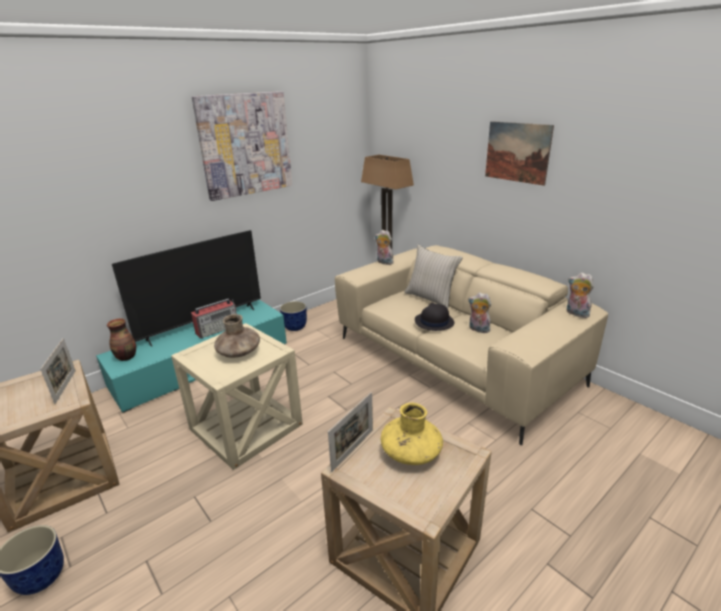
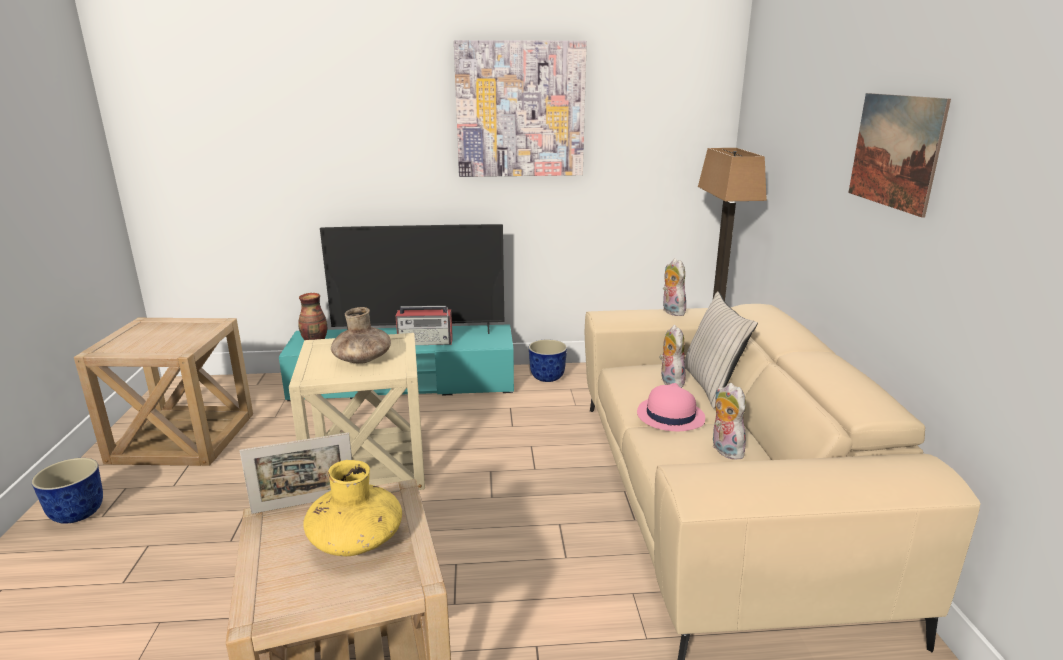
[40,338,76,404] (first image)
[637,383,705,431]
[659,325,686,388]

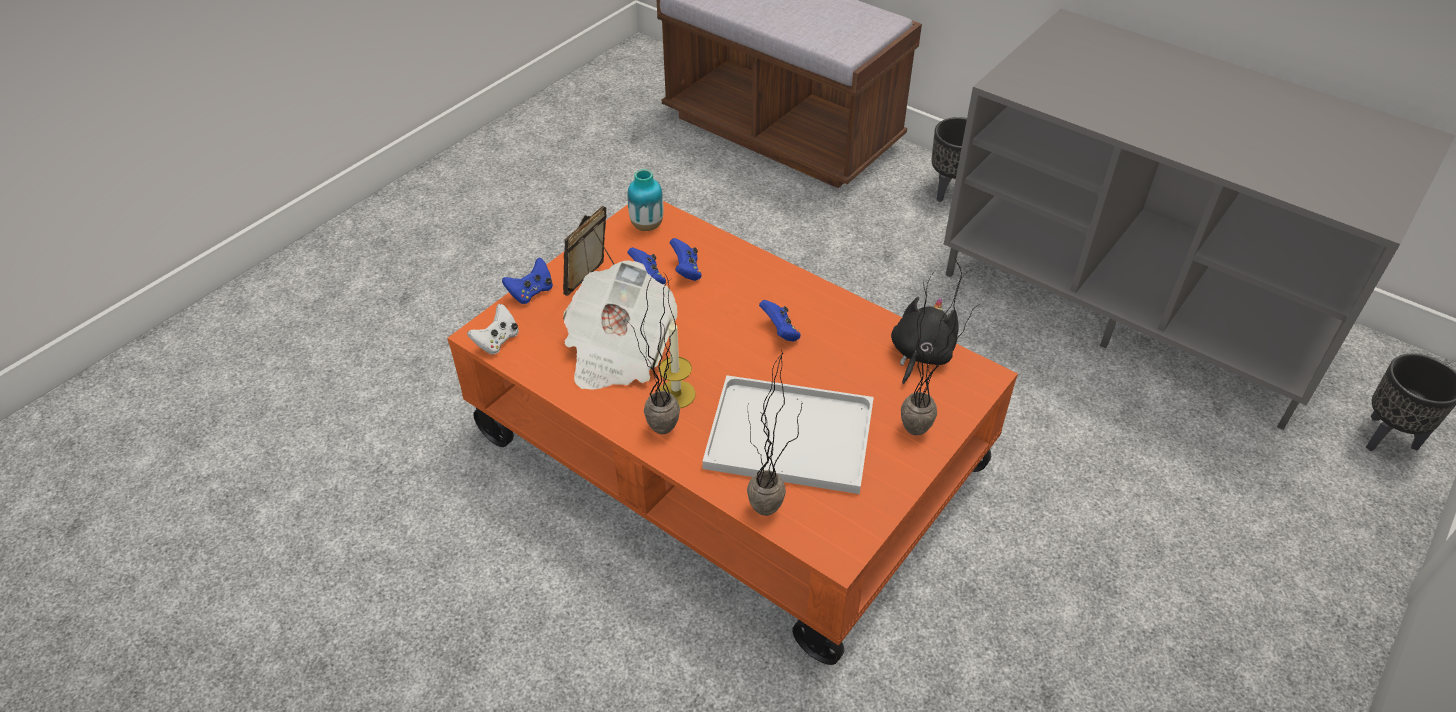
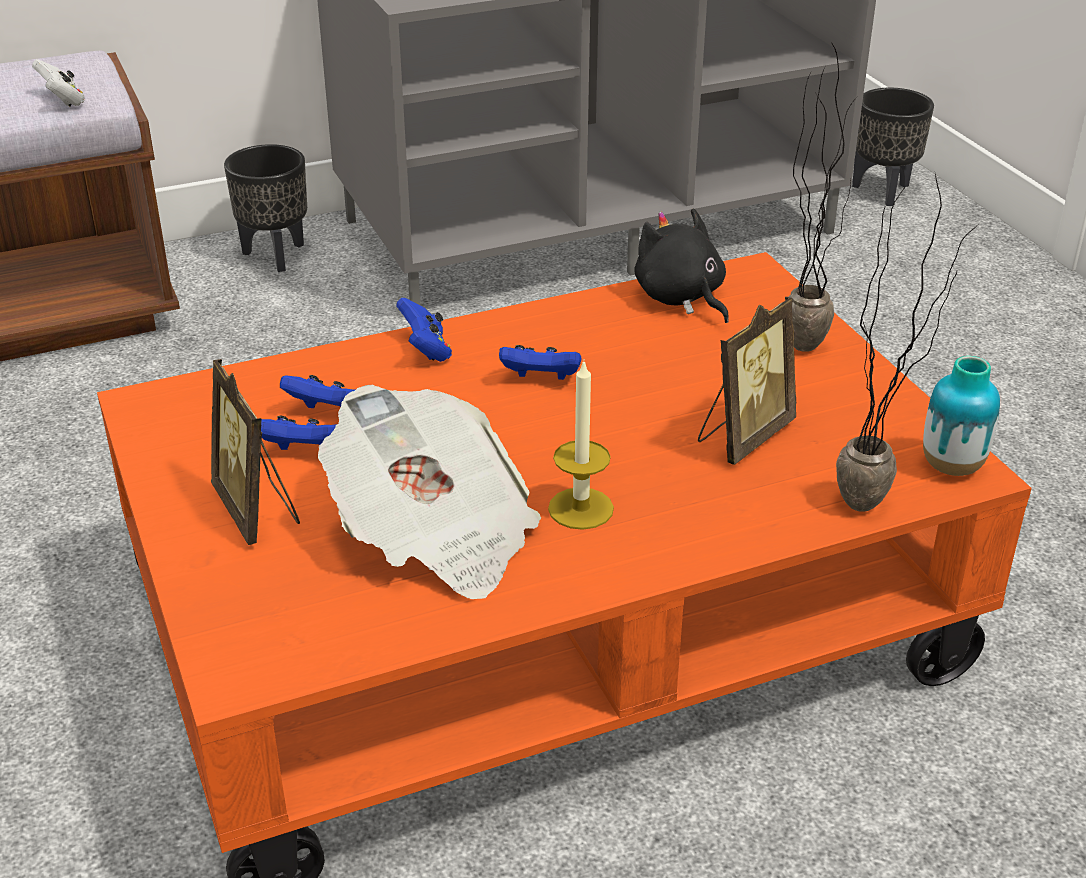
[32,59,85,106]
[396,298,452,362]
[626,273,680,434] (first image)
[923,356,1000,476]
[698,297,796,465]

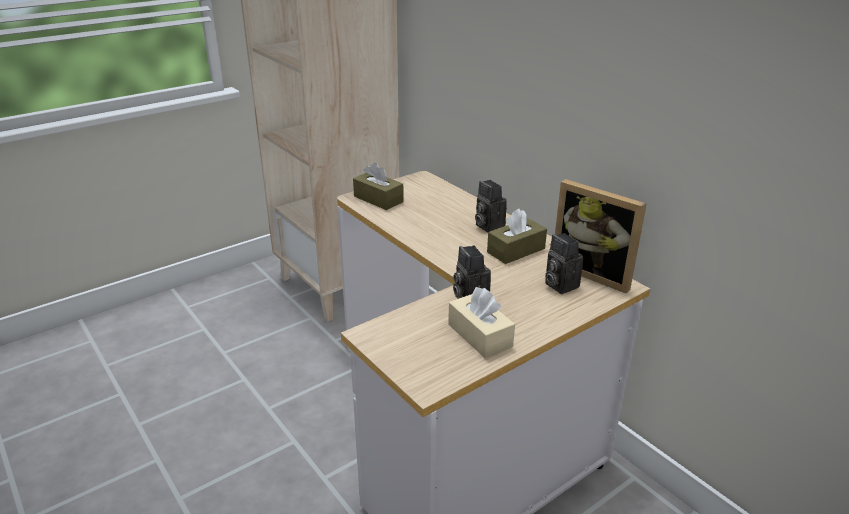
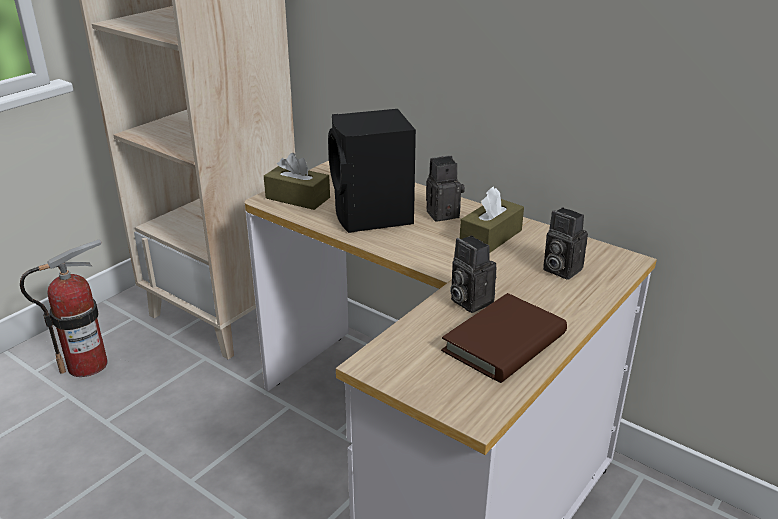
[441,293,567,383]
[426,155,465,221]
[555,179,647,293] (first image)
[20,239,108,377]
[328,109,416,233]

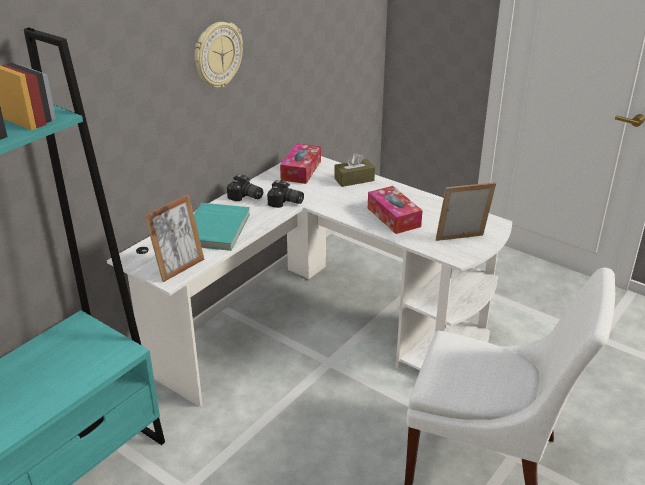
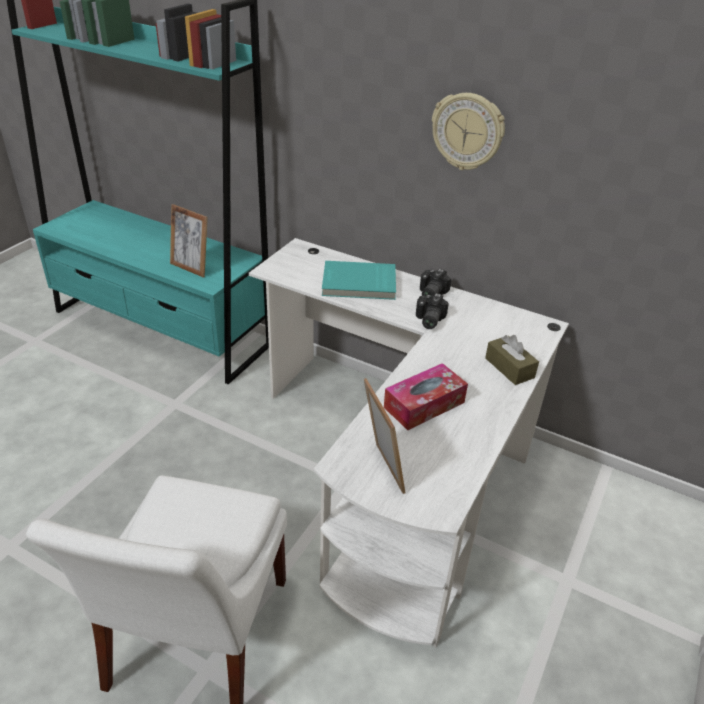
[170,204,208,278]
[280,143,321,184] (first image)

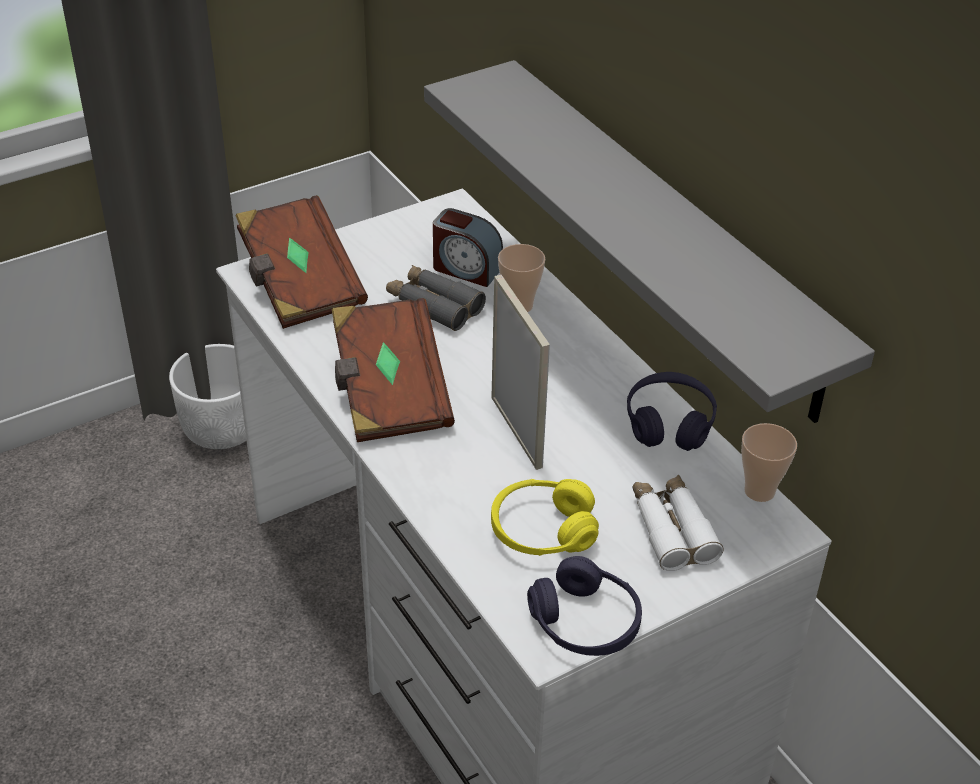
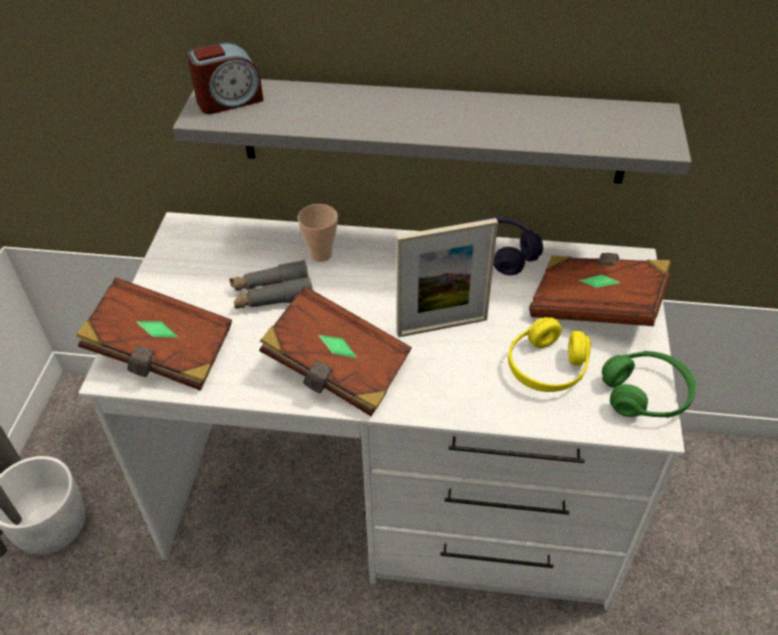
[187,42,264,114]
[397,218,498,337]
[602,351,696,418]
[529,253,671,326]
[741,423,797,502] (first image)

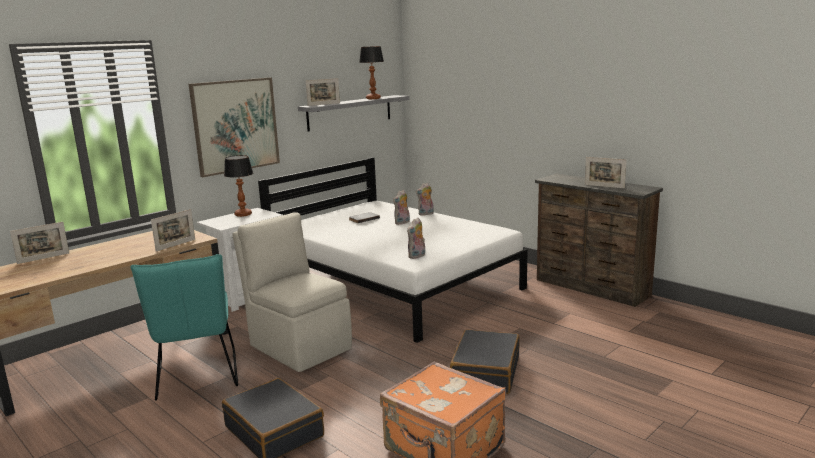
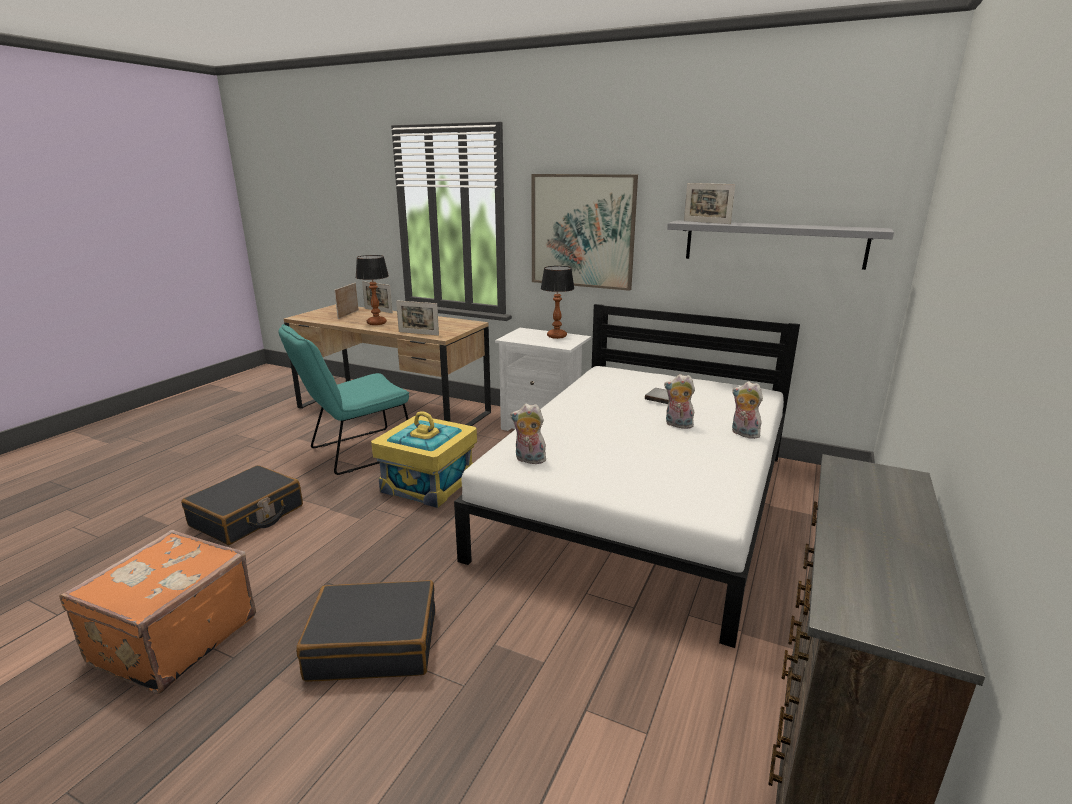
[371,411,477,508]
[355,255,389,325]
[334,283,359,319]

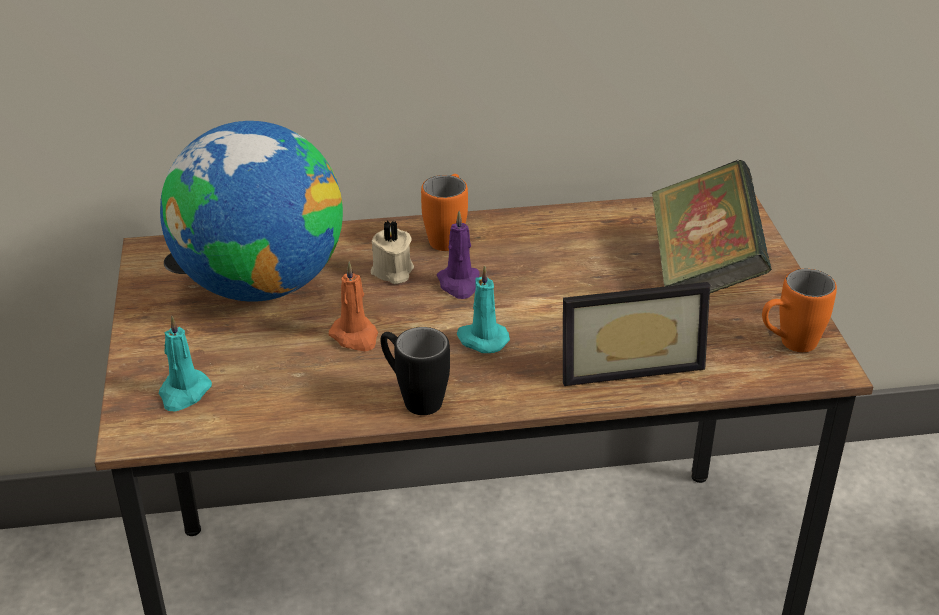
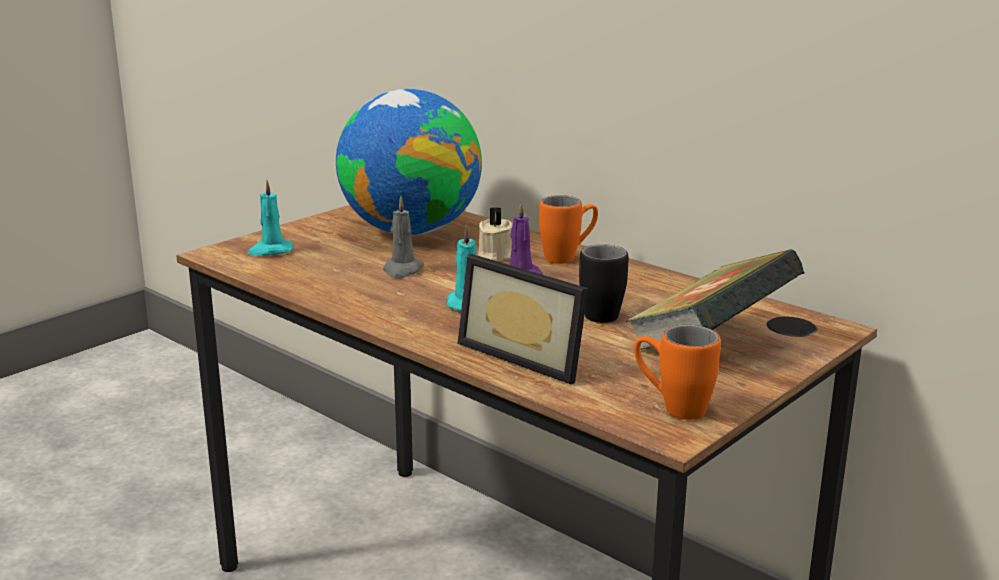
[383,196,424,278]
[579,244,628,323]

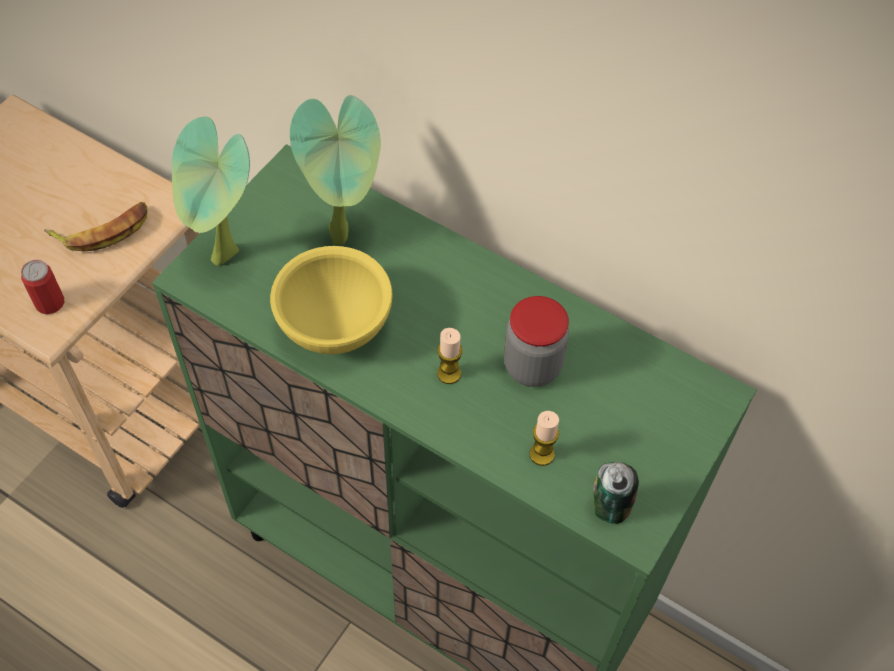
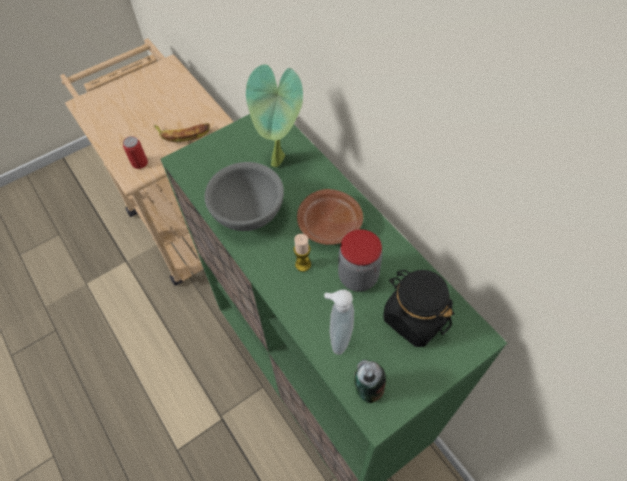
[172,117,250,266] (first image)
[204,162,284,231]
[324,289,354,355]
[297,189,363,245]
[384,270,454,347]

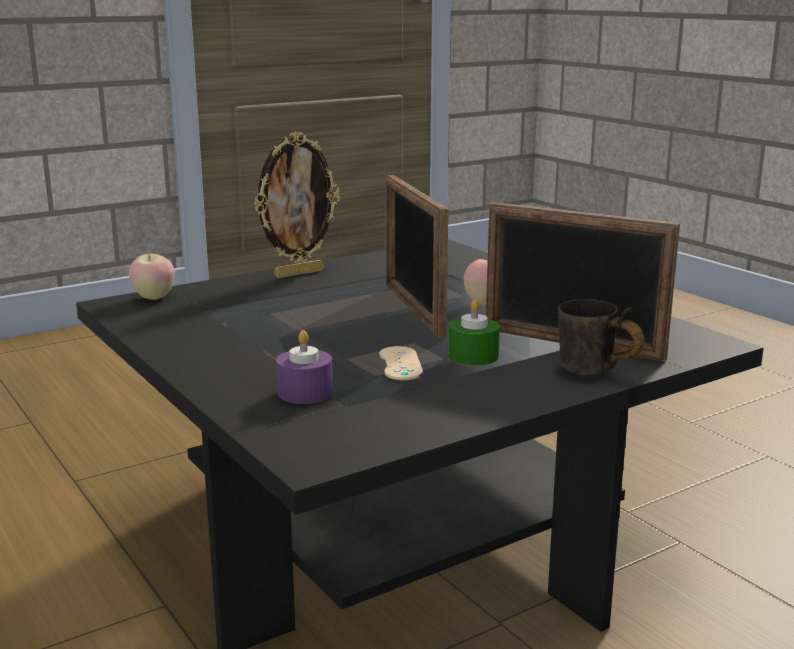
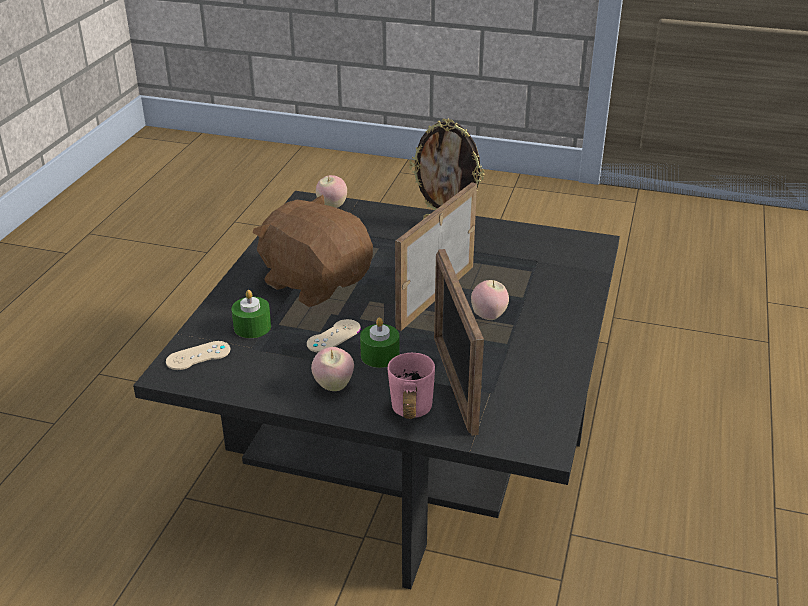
[231,290,271,338]
[388,353,435,419]
[166,341,230,370]
[252,195,373,307]
[311,347,354,391]

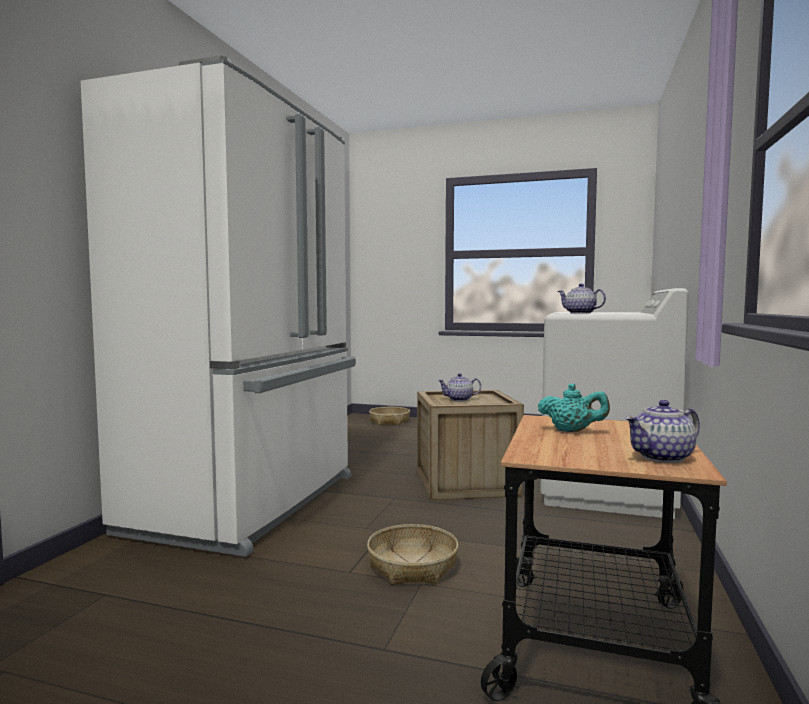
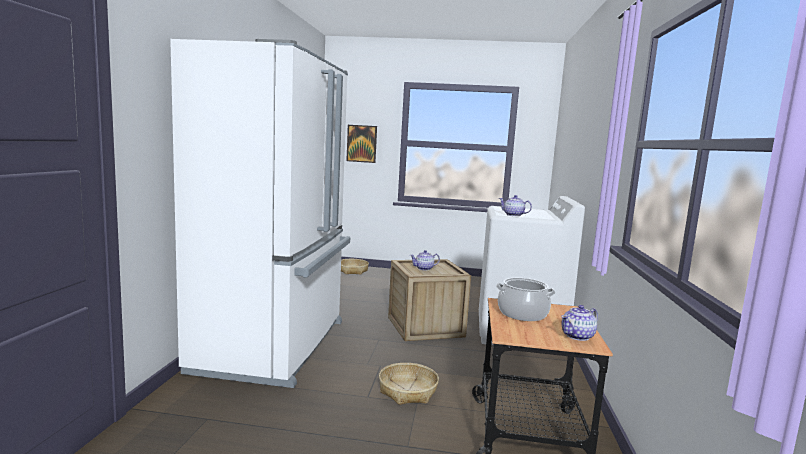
[496,278,555,321]
[346,125,377,163]

